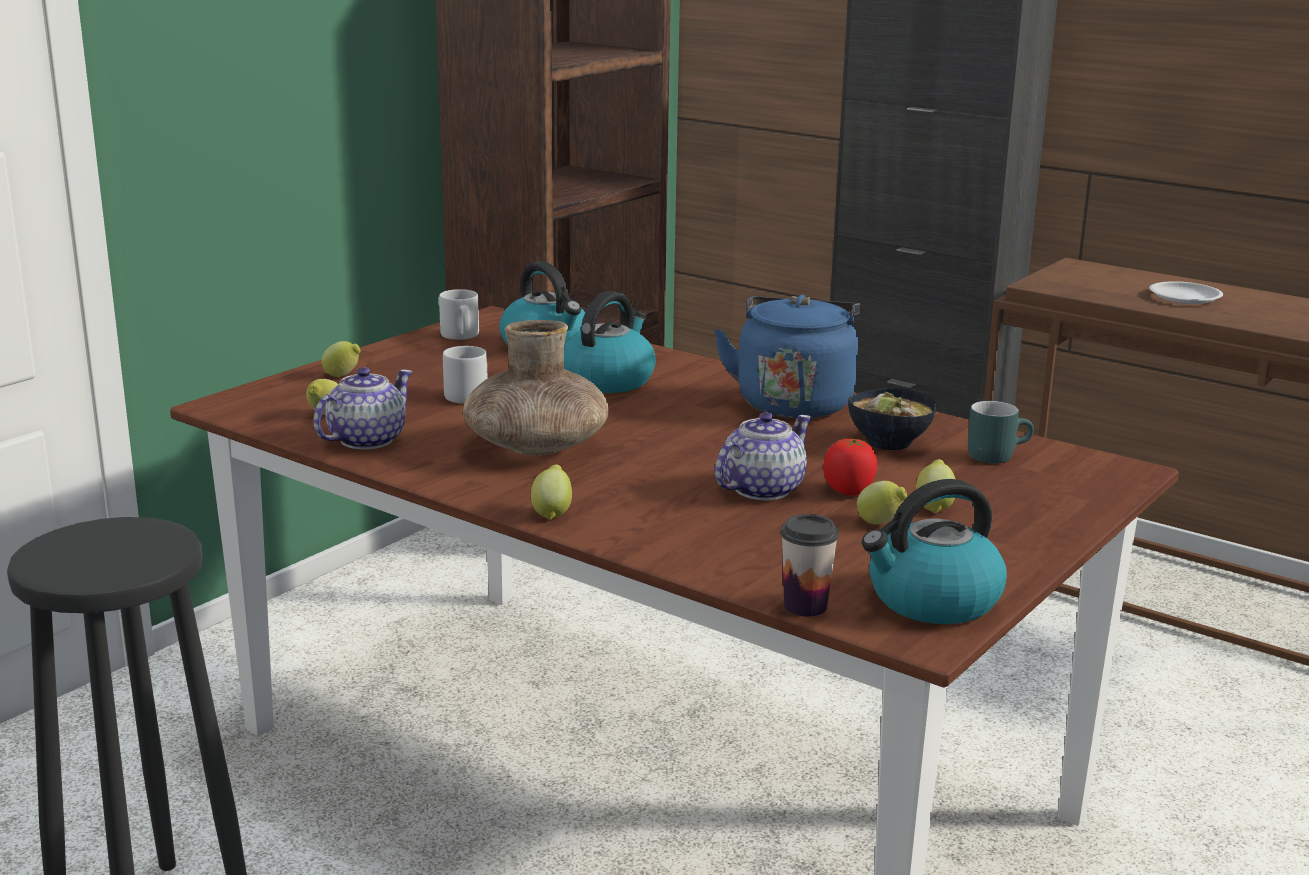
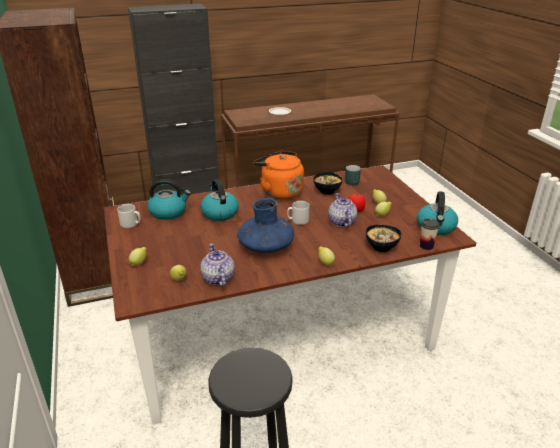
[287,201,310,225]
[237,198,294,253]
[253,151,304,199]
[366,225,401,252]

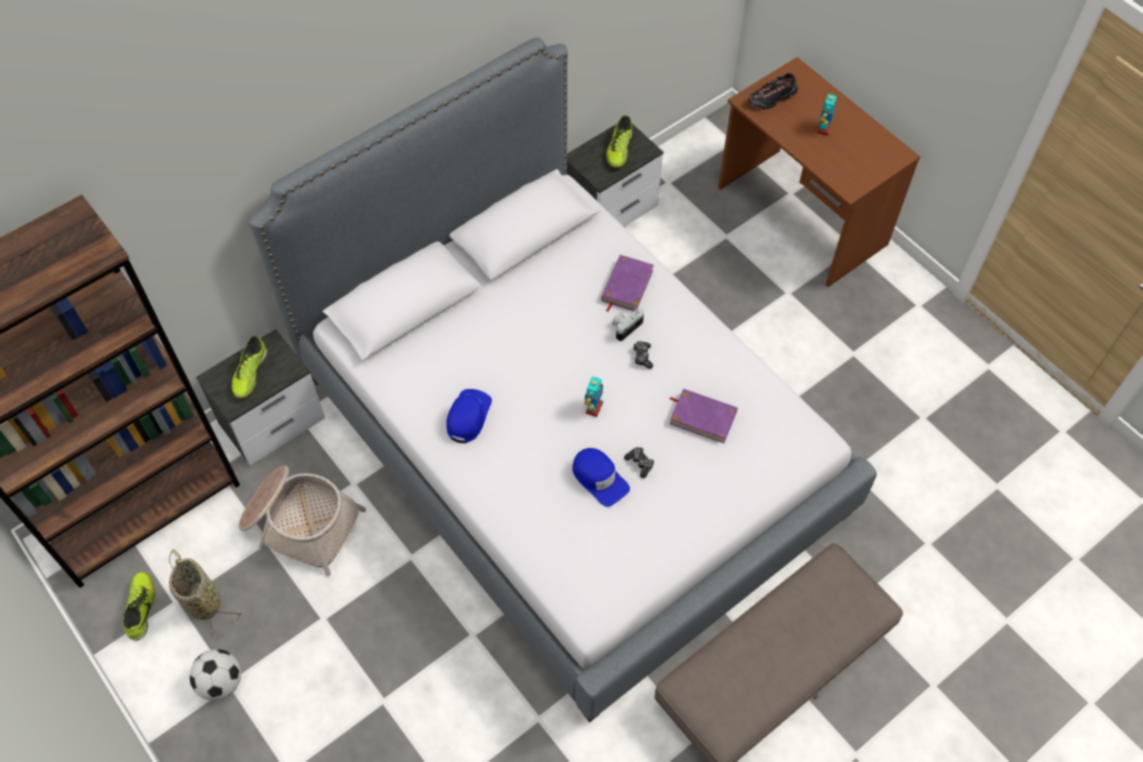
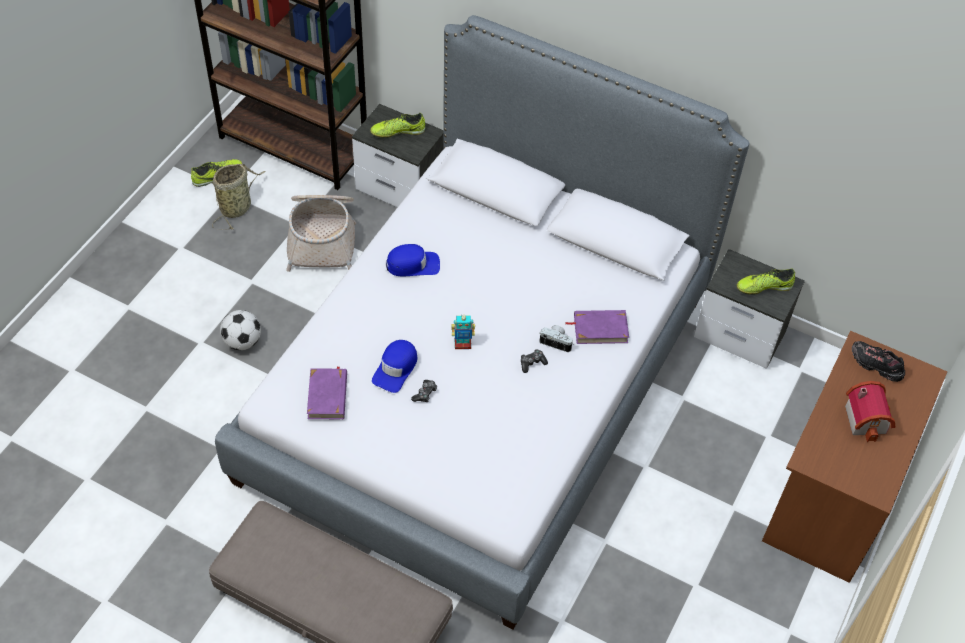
[220,310,261,350]
[307,366,347,419]
[845,381,896,442]

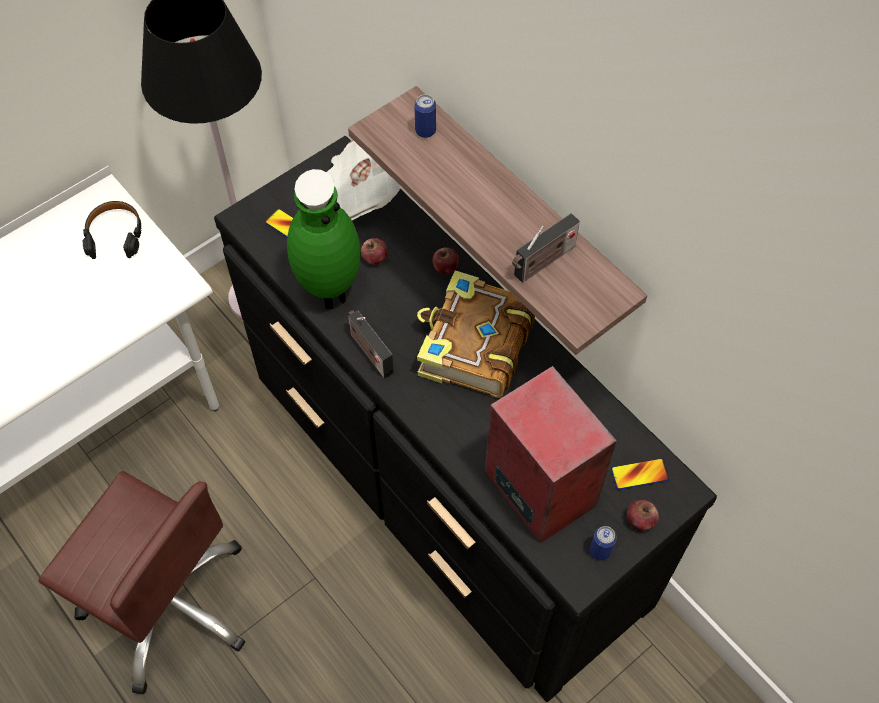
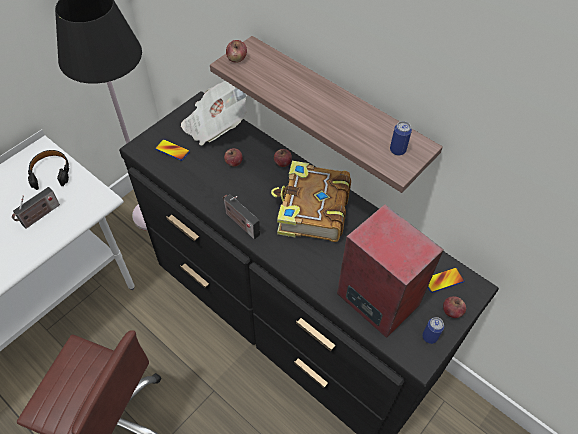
[287,169,360,309] (first image)
[390,121,412,156]
[12,187,60,228]
[226,40,247,63]

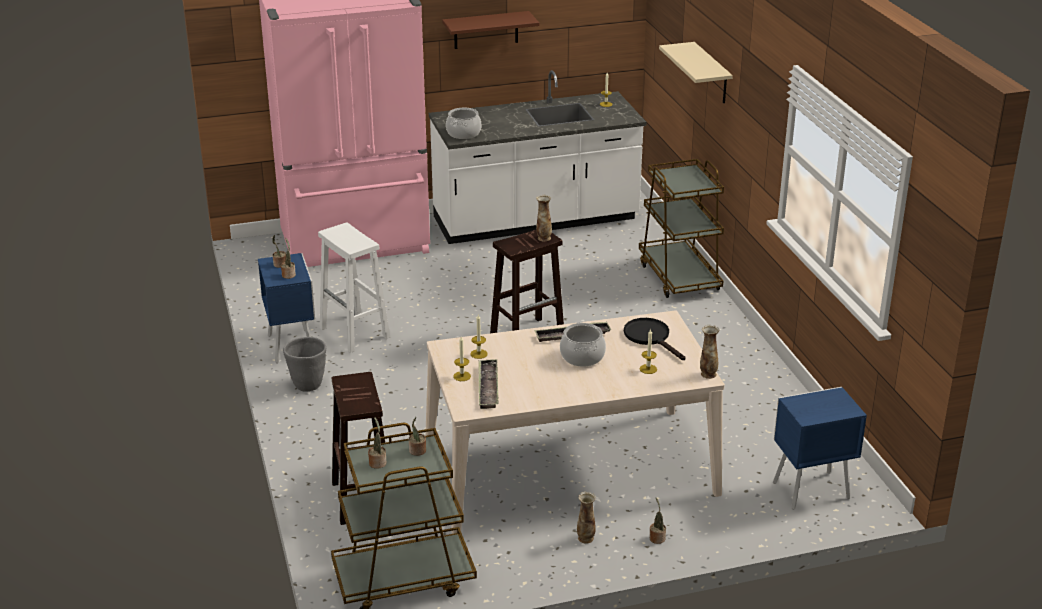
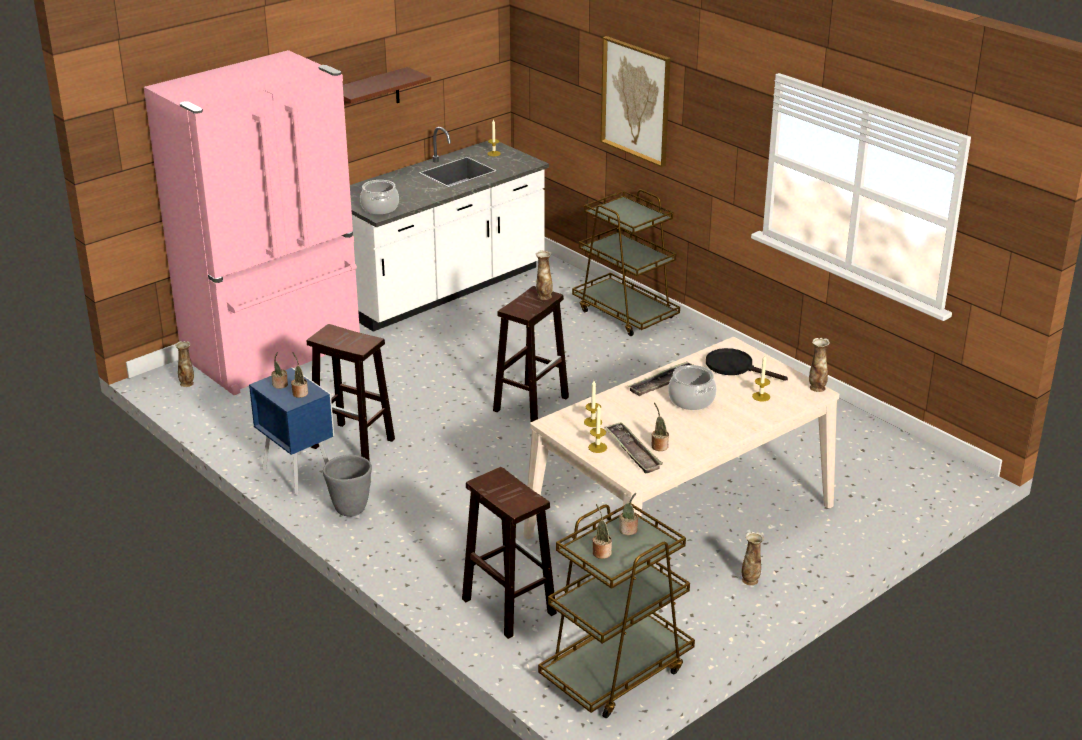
[307,324,395,461]
[652,402,669,451]
[600,36,671,167]
[773,387,867,510] (first image)
[175,341,194,387]

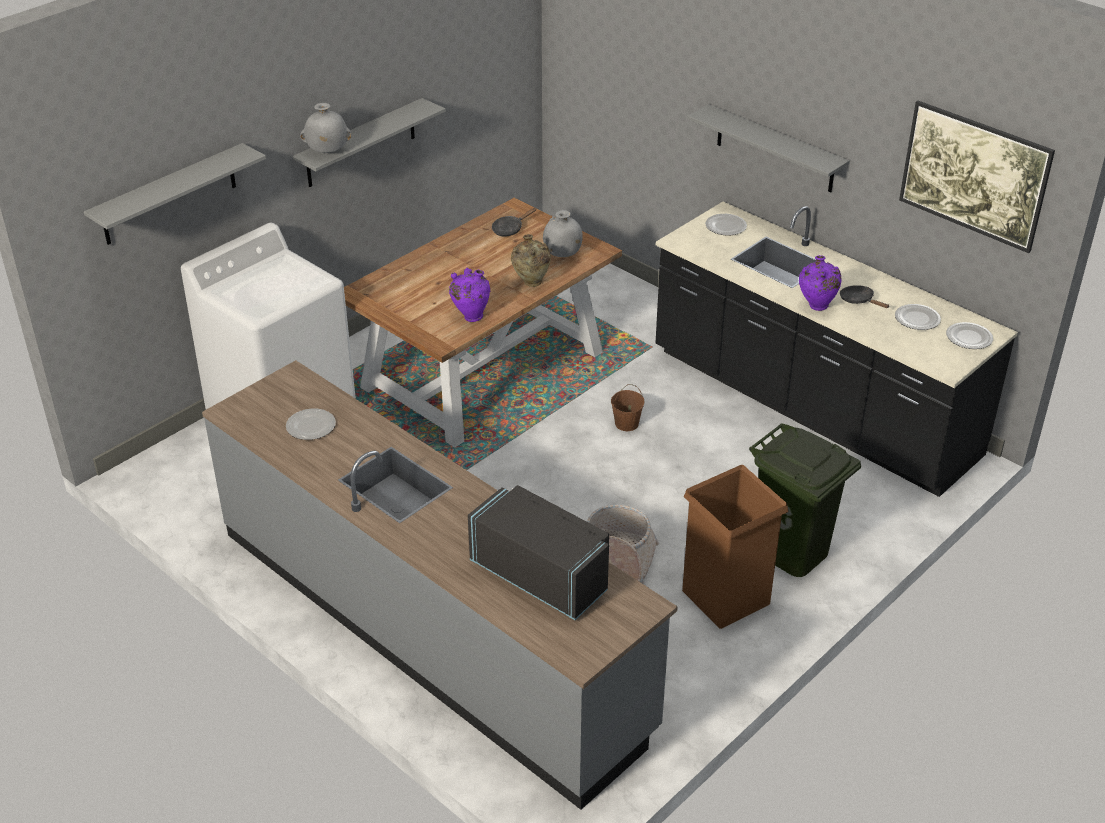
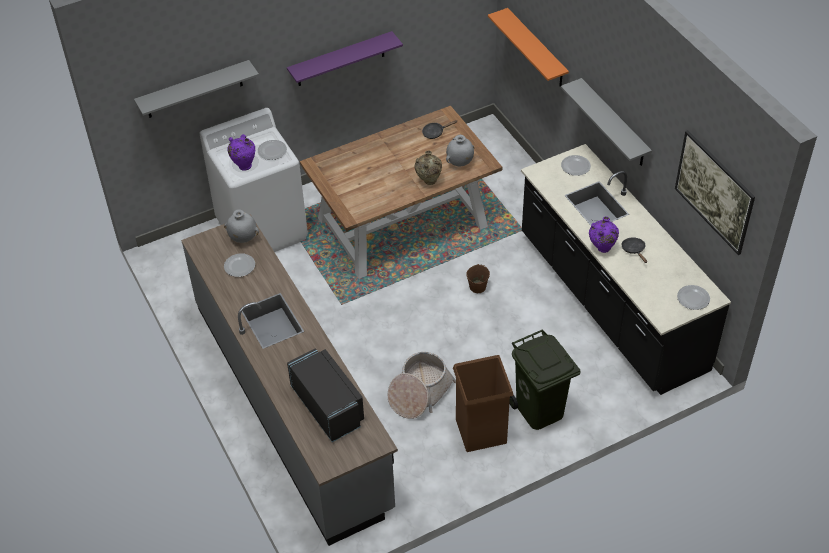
[287,31,403,86]
[224,209,259,243]
[227,134,255,171]
[258,140,287,160]
[488,8,569,87]

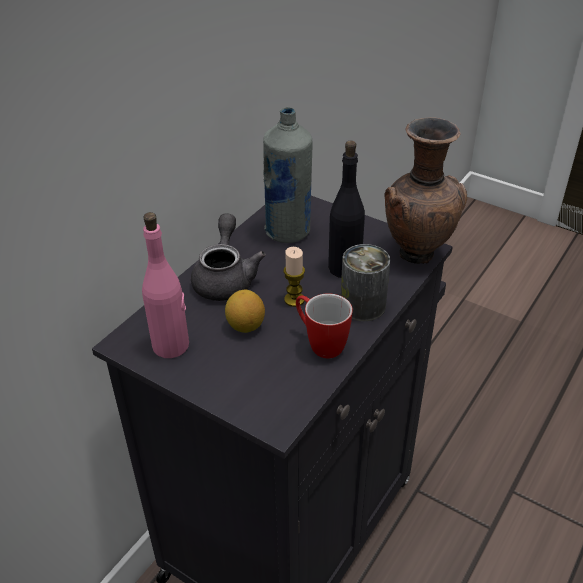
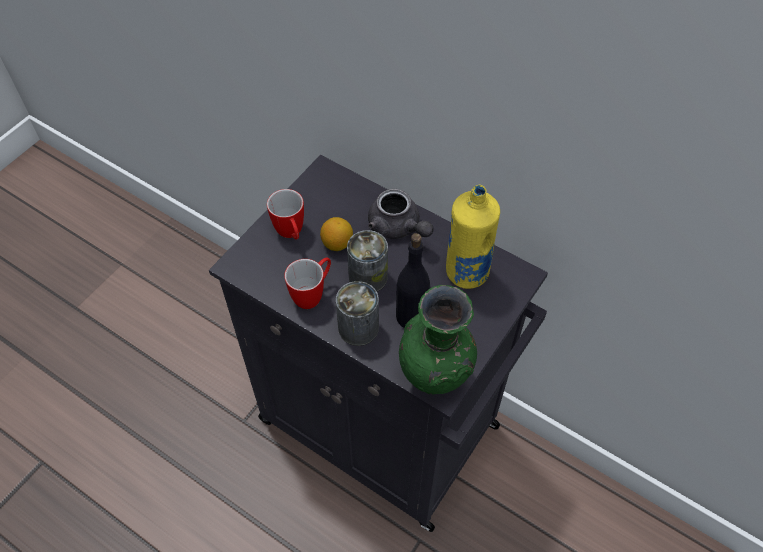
[142,212,189,358] (first image)
[368,189,434,239]
[446,185,500,289]
[347,230,388,291]
[399,285,477,395]
[267,189,304,239]

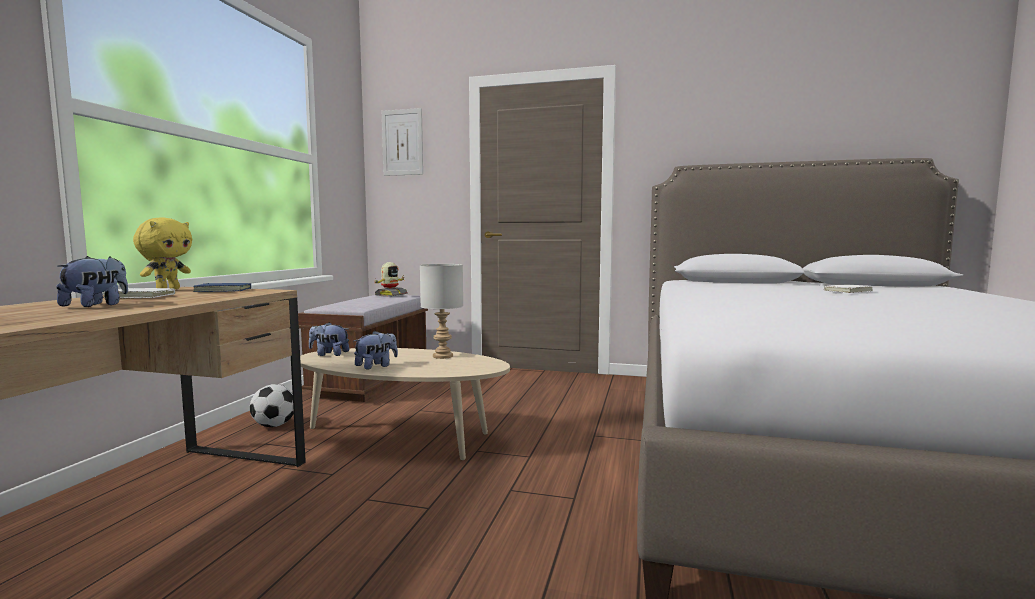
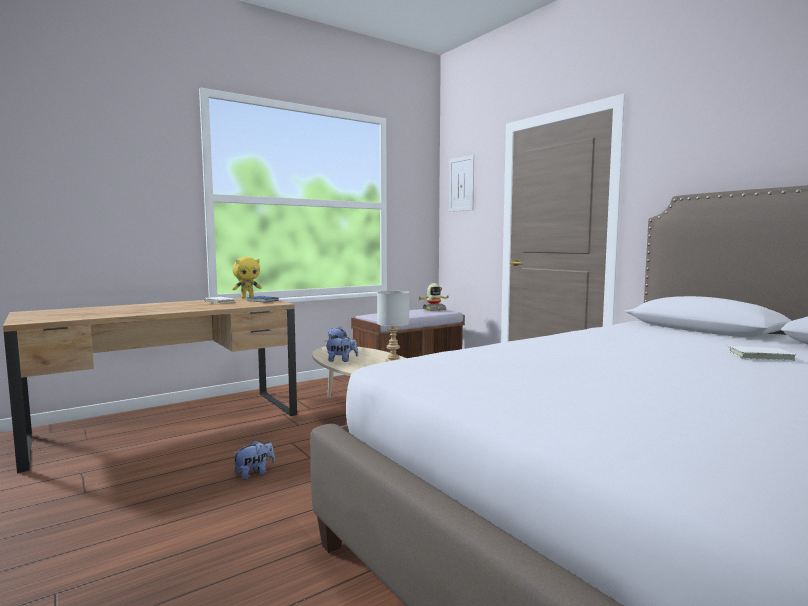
[233,440,275,480]
[250,384,294,427] (first image)

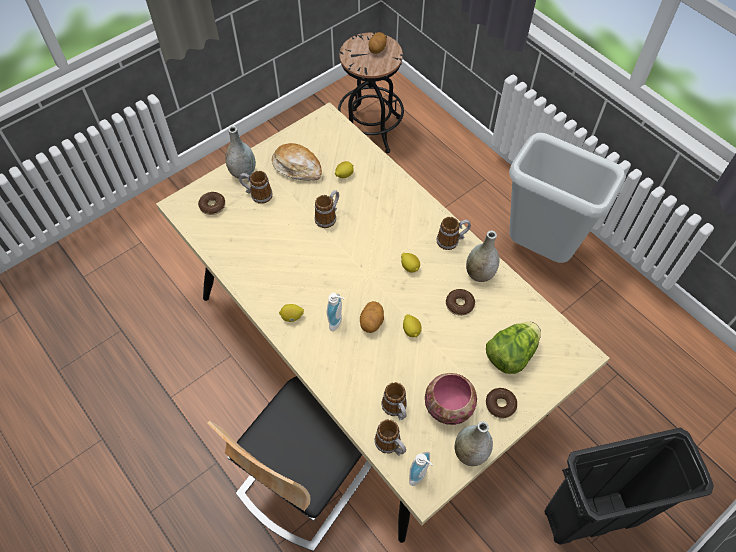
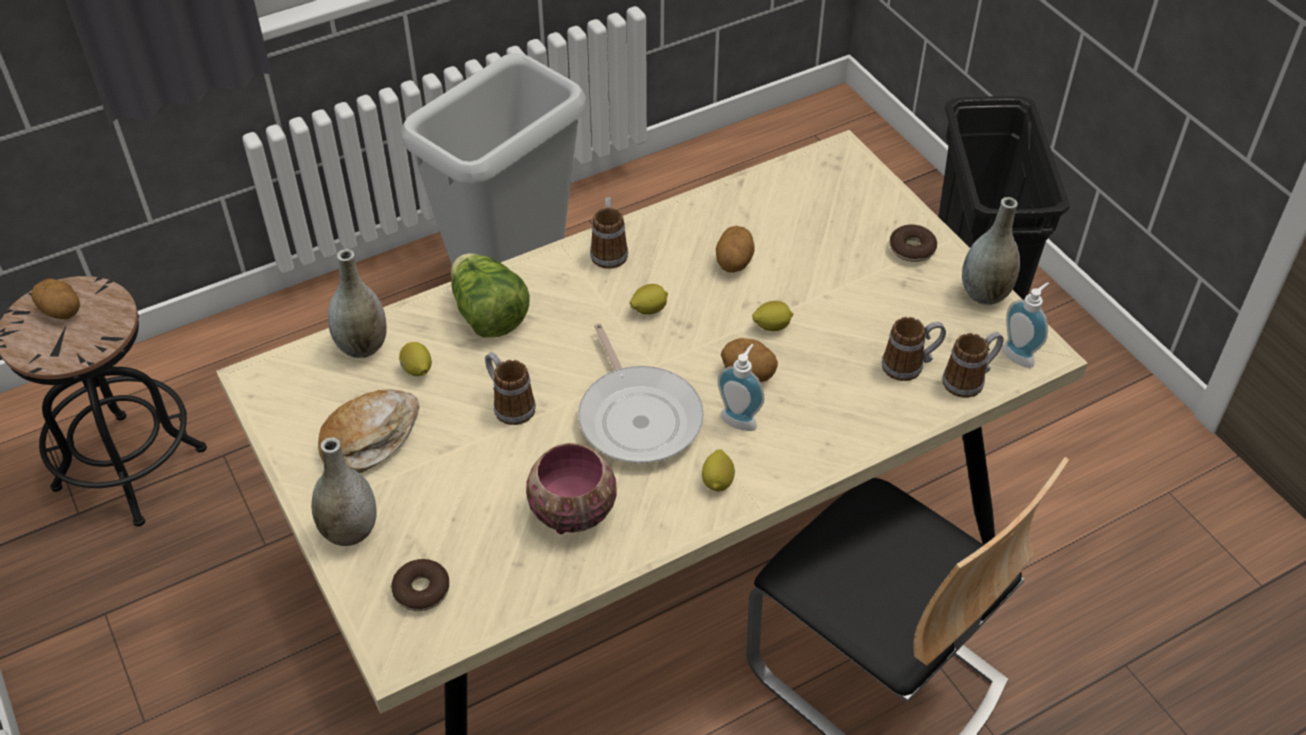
[239,171,273,204] (first image)
[526,443,617,534]
[716,226,755,273]
[328,249,387,358]
[451,253,530,337]
[578,323,704,463]

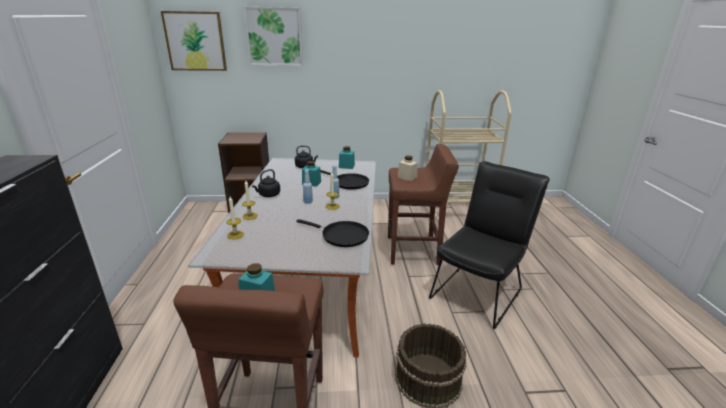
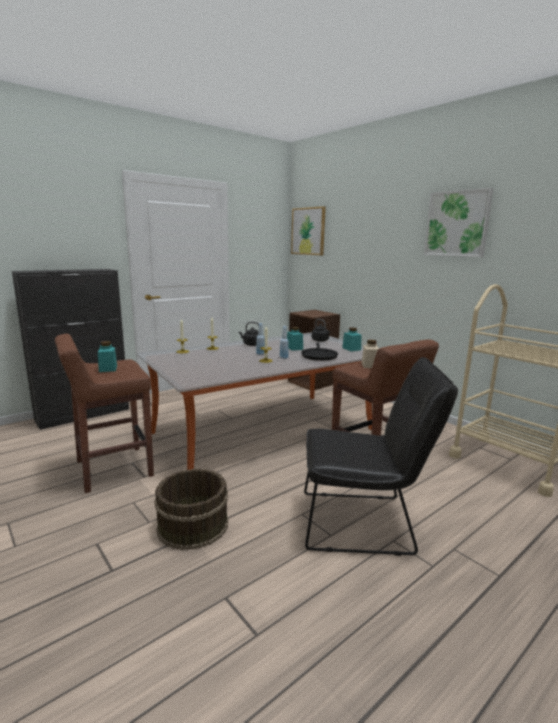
[424,188,494,257]
[297,219,369,247] (first image)

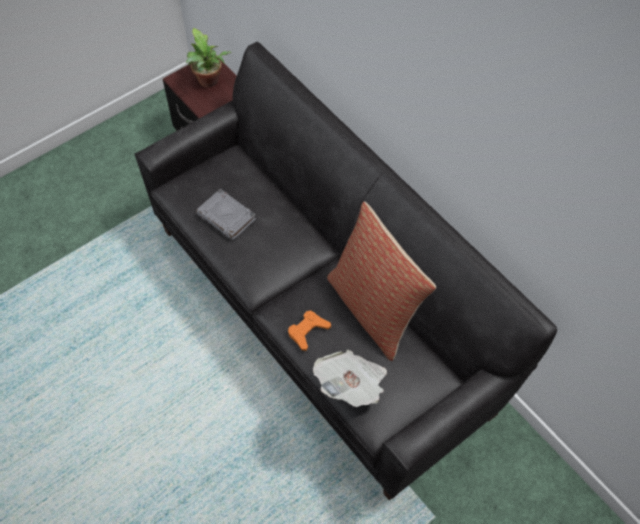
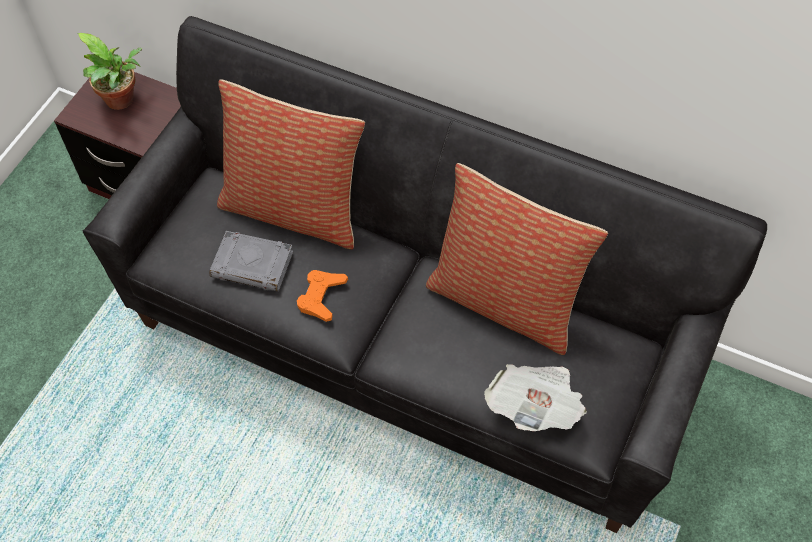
[297,270,348,322]
[217,80,365,249]

